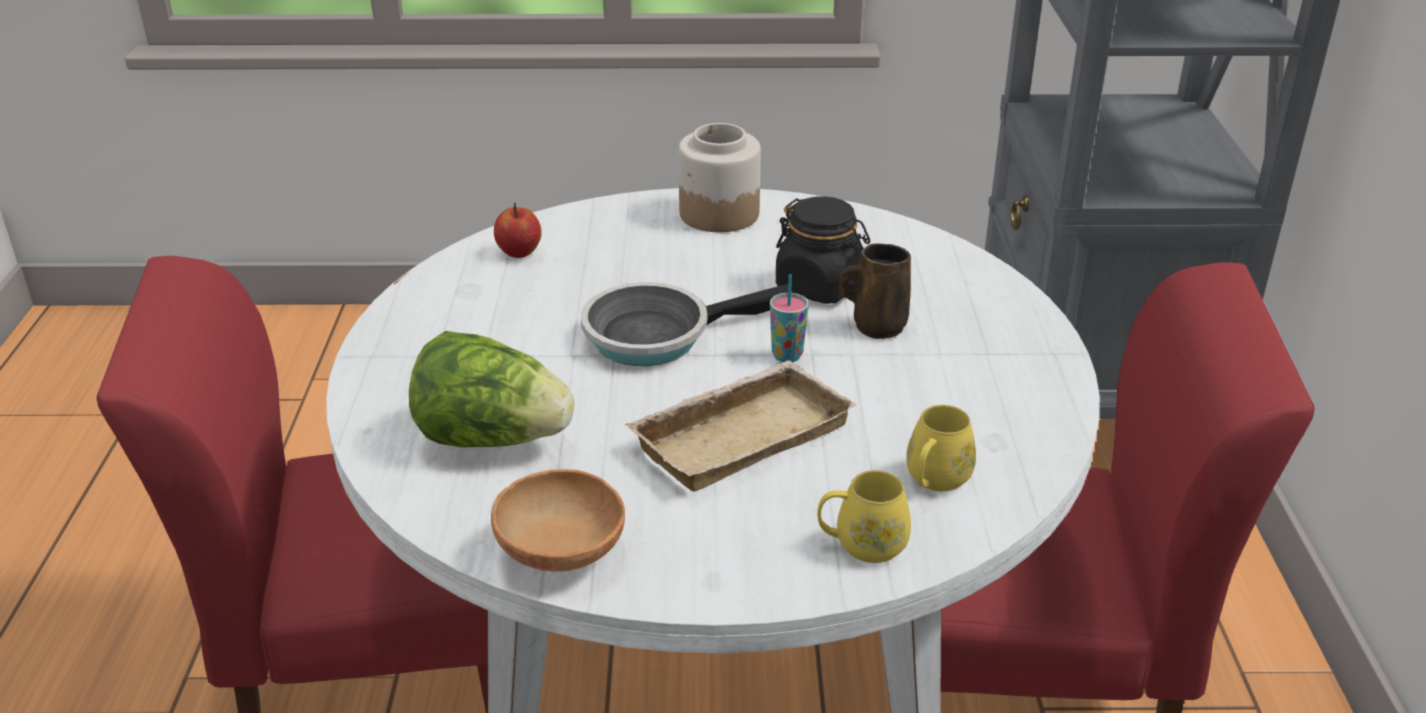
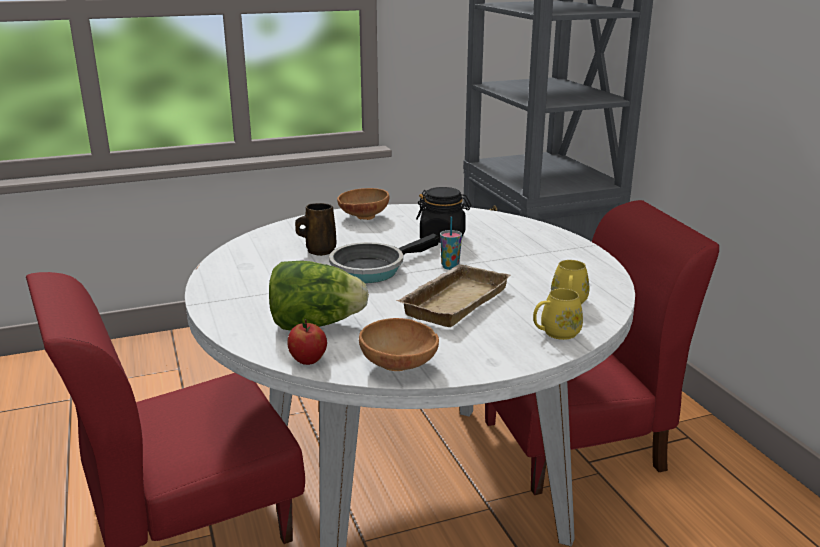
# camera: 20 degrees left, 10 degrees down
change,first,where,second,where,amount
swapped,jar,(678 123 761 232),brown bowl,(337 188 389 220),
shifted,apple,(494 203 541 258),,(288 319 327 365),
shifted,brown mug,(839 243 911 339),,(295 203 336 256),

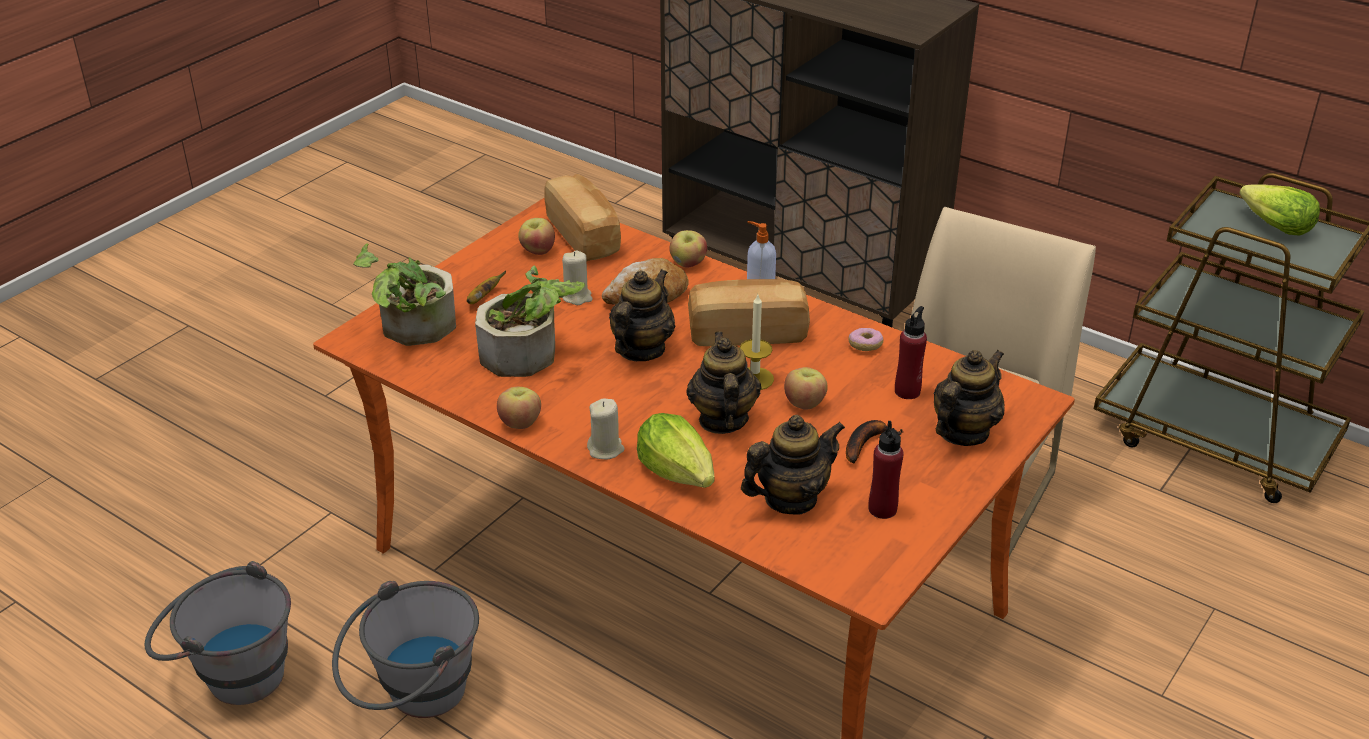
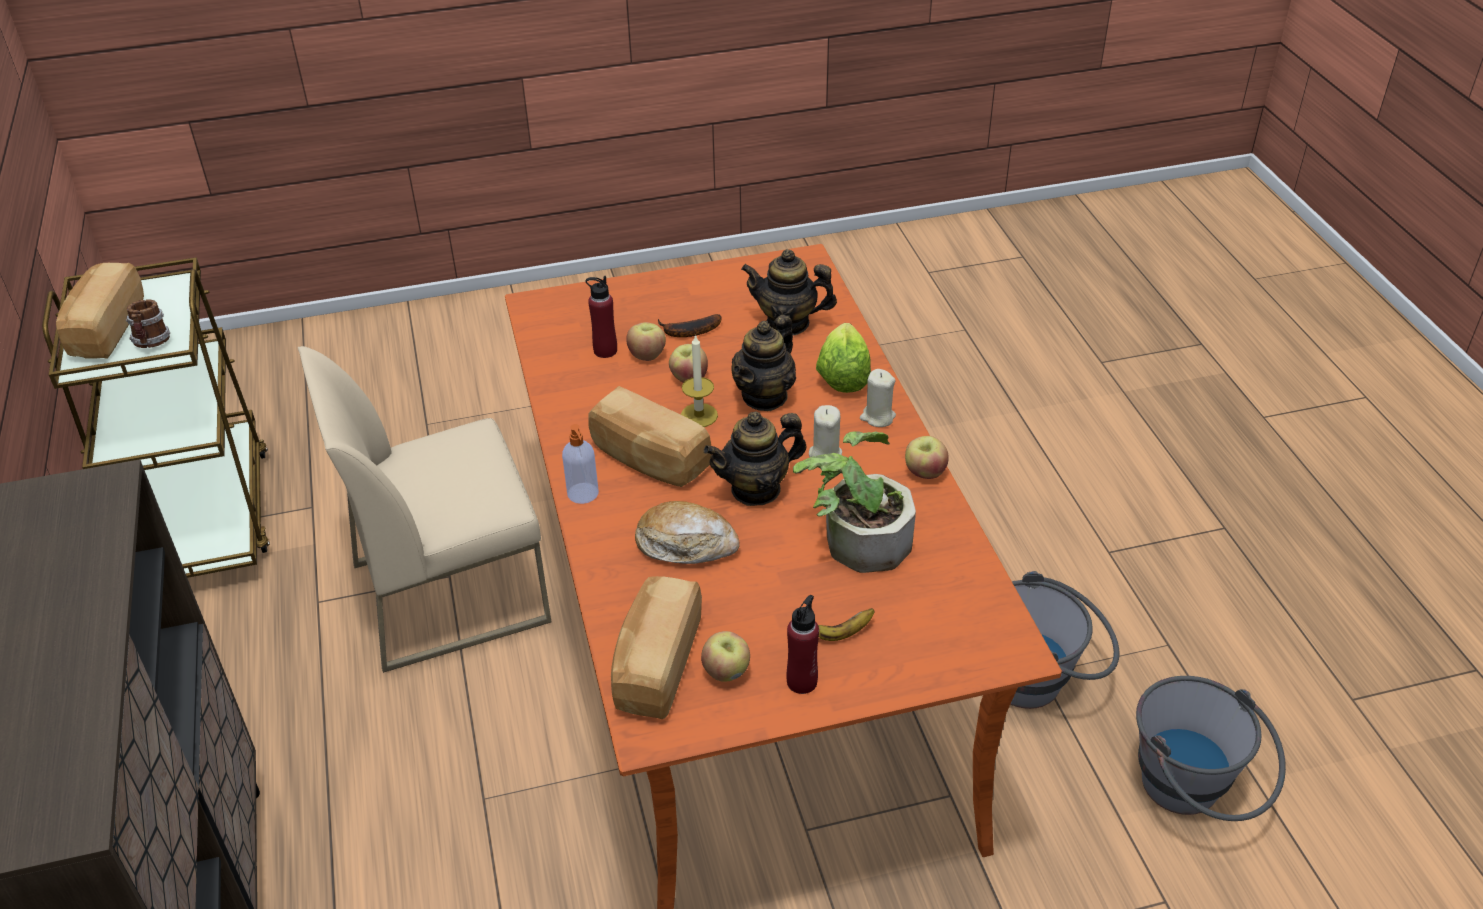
# camera: 140 degrees left, 5 degrees up
change,first,where,second,where,amount
swapped,lettuce,(1239 185 1320 236),bread,(56 263 144 359),
shifted,apple,(669 230 707 268),,(626 322 666 361),
gone,potted plant,(353 244 456 346),,,
shifted,beige candle,(562 251 593 305),,(809 405 842 457),
gone,donut,(848 328 884 351),,,
gone,teapot,(934 350 1005 446),,,
shifted,red bottle,(869 421 904 519),,(786 595 819 694),
new,,,mug,(126 299 170 348),

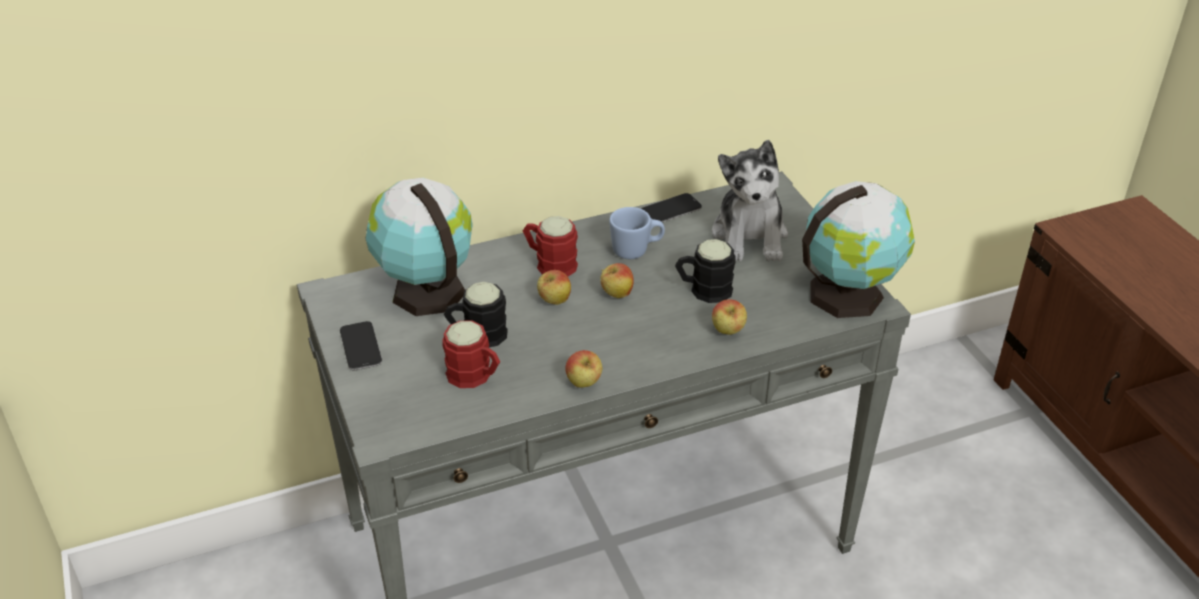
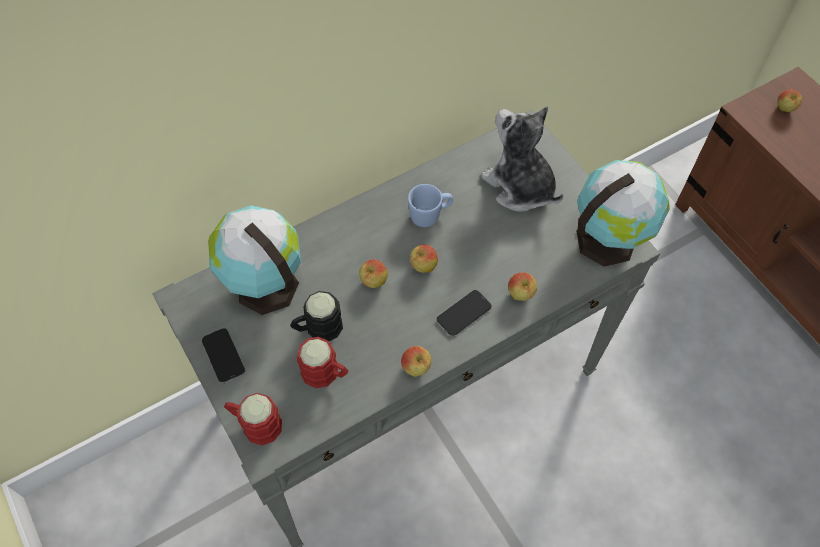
# camera: 10 degrees left, 20 degrees up
change,first,where,second,where,amount
rotated,plush toy,(712 140 788 261),,(481 107 563 212),150 degrees clockwise
shifted,phone,(641 193 702 223),,(436 290 492 336),
shifted,red mug,(523 216 578 277),,(224 393 282 445),
gone,black mug,(675 239 736 303),,,
new,,,apple,(778 89 802 112),

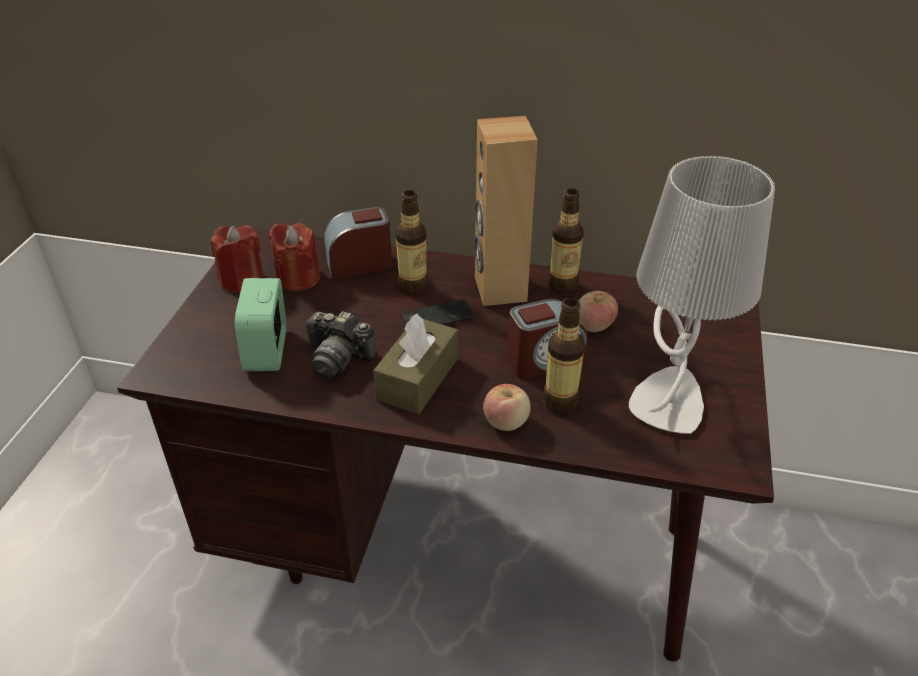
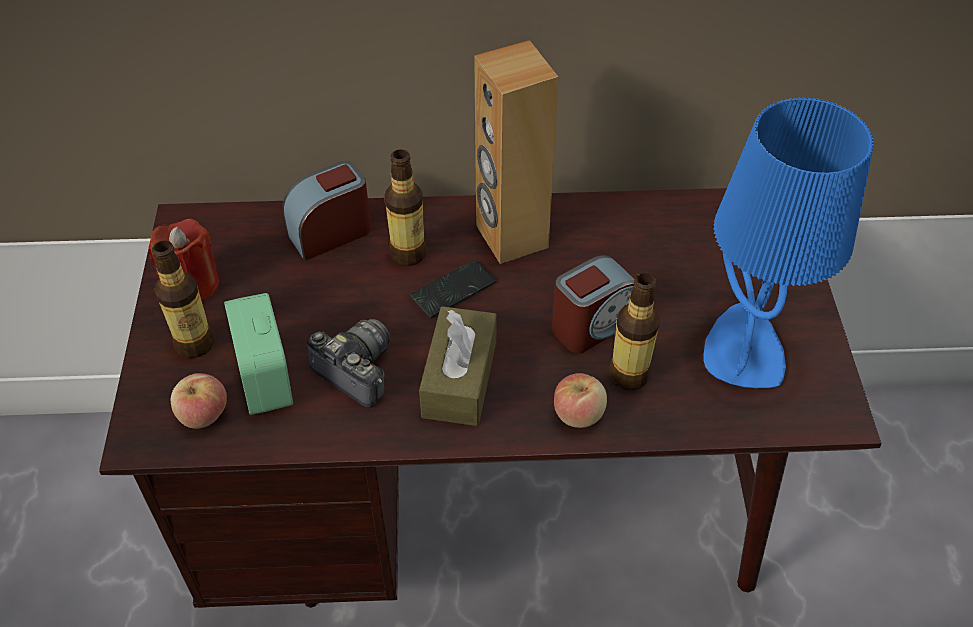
# camera: 15 degrees left, 10 degrees up
change,first,where,second,where,amount
repainted,grey table lamp,(629 156 775 434),blue table lamp,(703 97 874 388),
shifted,bottle,(548 189 584 294),,(152 241 214 358),
gone,red candle,(269 223 320 291),,,
shifted,apple,(579 291 618 332),,(171 373 227 429),
rotated,photo camera,(306 311 377 379),,(307 319 390 408),150 degrees counterclockwise

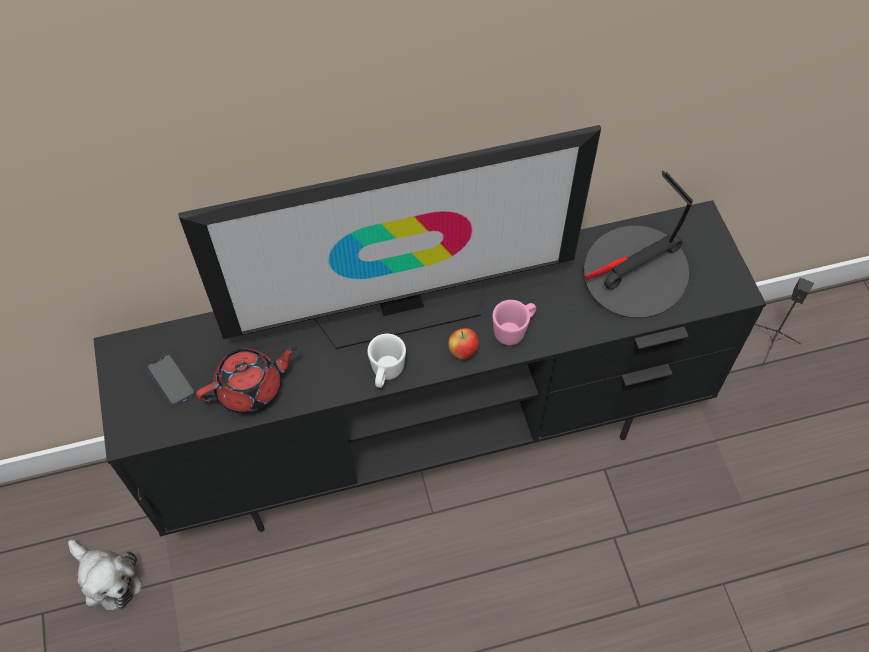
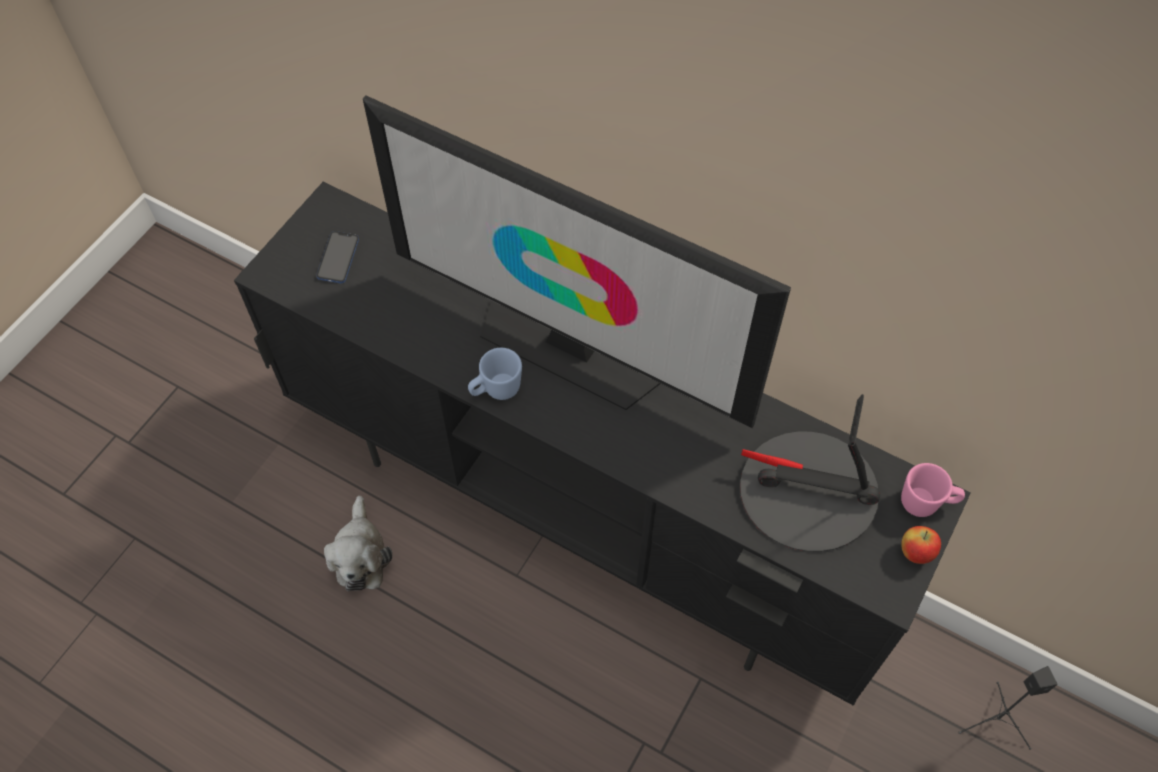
# camera: 45 degrees right, 0 degrees up
change,first,where,second,where,amount
shifted,pink mug,(492 300 536 345),,(901 463 965 517),
shifted,apple,(448 328 479 360),,(901 526 941 564),
repainted,white mug,(367 334 406 388),blue mug,(468 348 522 400),
gone,red teapot,(196 346 298 414),,,
shifted,plush toy,(68 539 143 611),,(324 496 392 591),

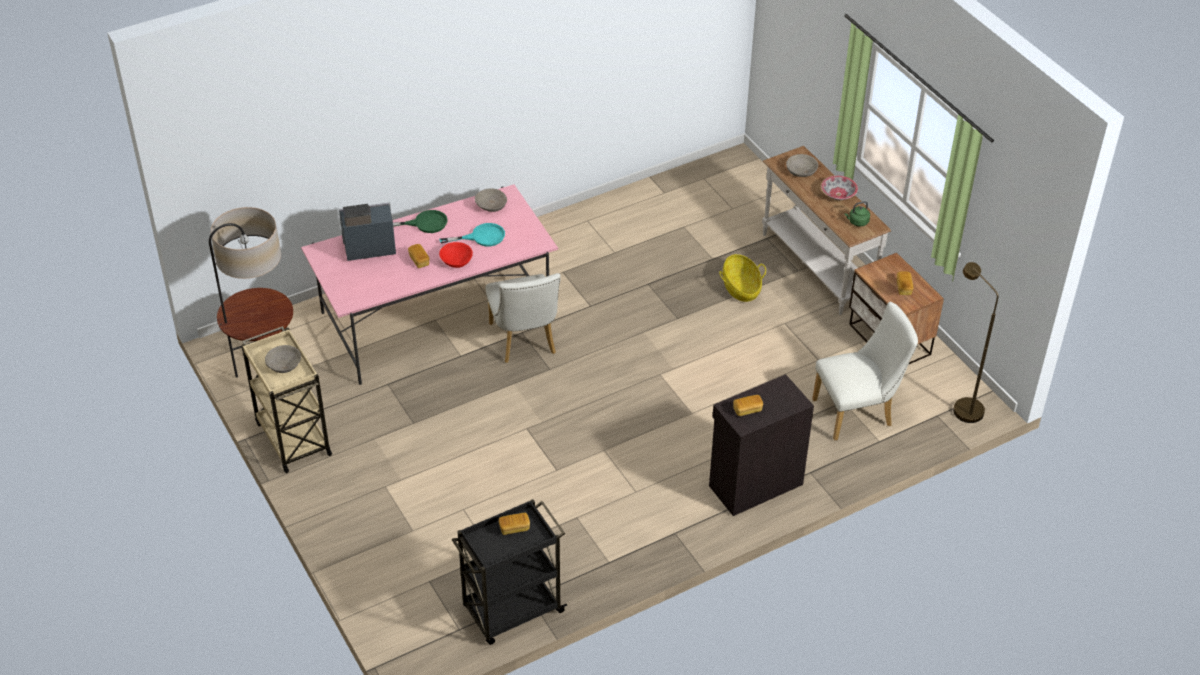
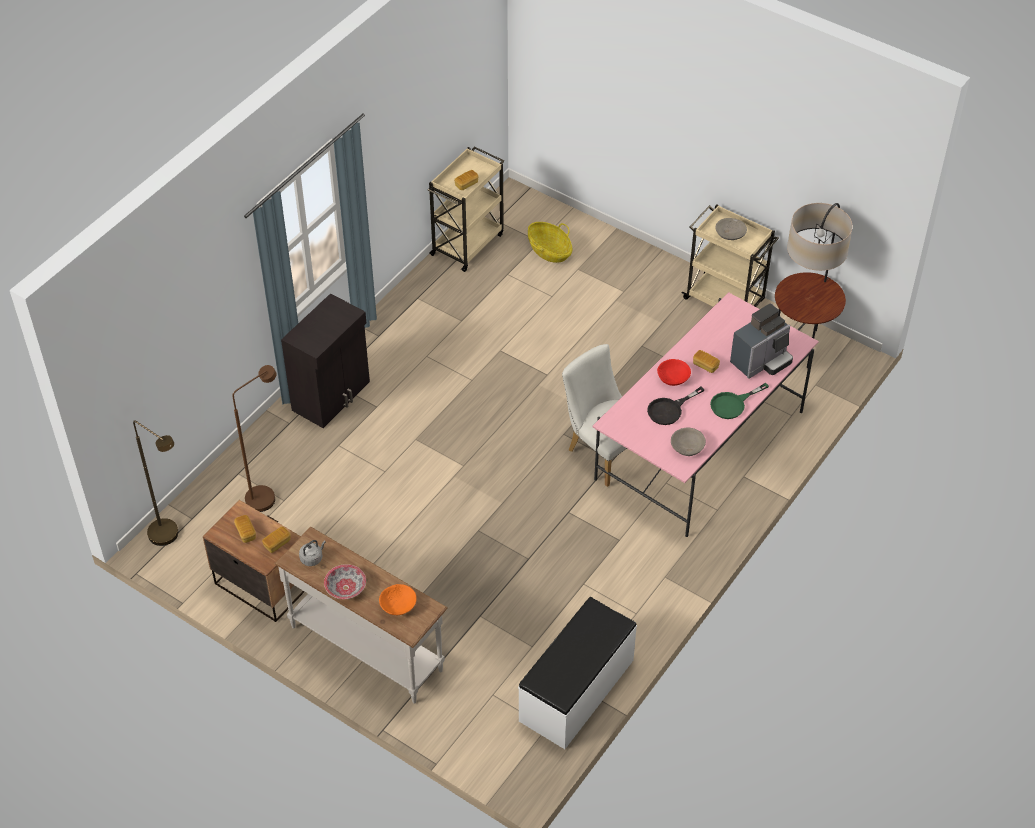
# camera: 155 degrees right, 5 degrees up
change,first,where,second,where,amount
repainted,grey bowl,(786 154 818 177),orange bowl,(379 584 417 615),
repainted,green kettle,(845 201 870 226),grey kettle,(299 540 326 566),
repainted,turquoise frying pan,(440 223 505 247),black frying pan,(647 387 704 425),
shifted,basket,(719 254 766 302),,(528 222 572 263),
swapped,white chair,(812 302 918 441),brown floor lamp,(232 365 277 512),
shifted,bread,(733 395 763 416),,(262 526 291 553),
repainted,black cart,(452 499 567 645),beige cart,(428 146 504 272),
new,,,white bench,(518 597 637 749),

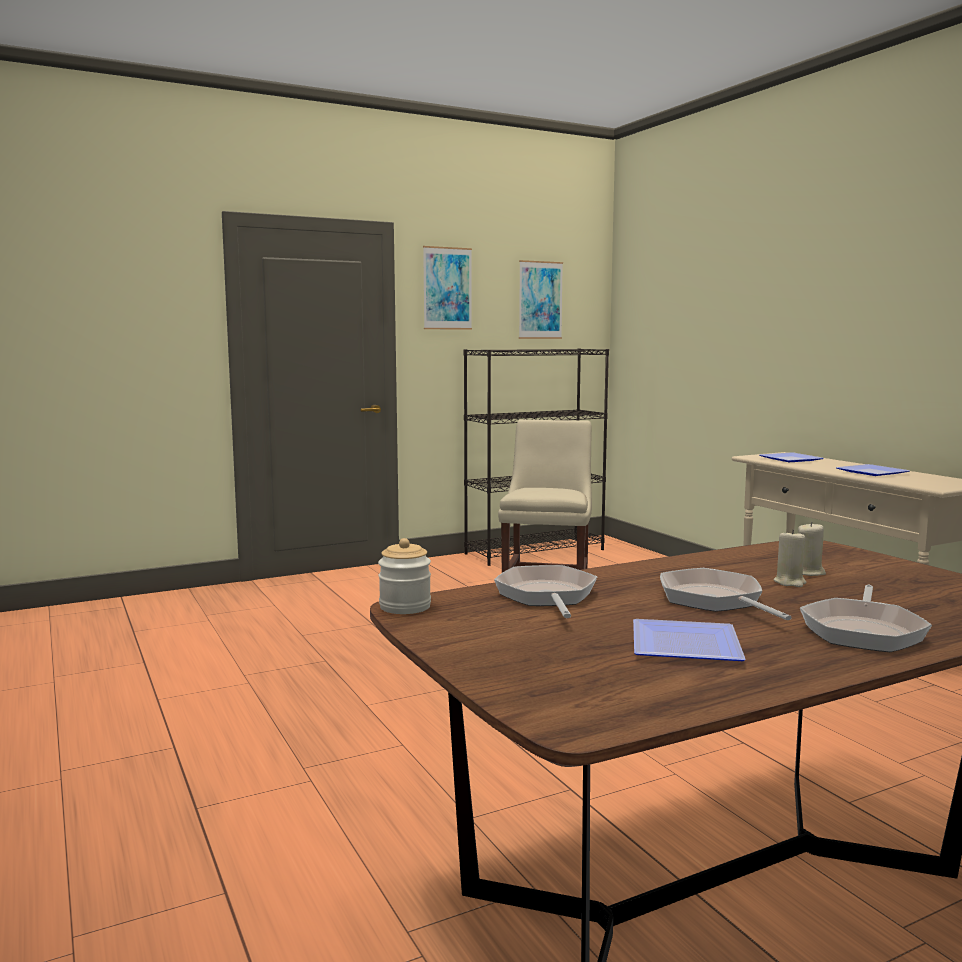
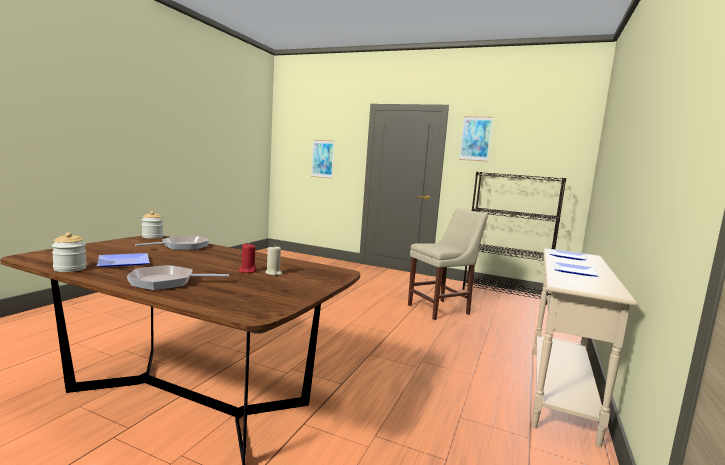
# camera: 50 degrees right, 0 degrees up
change,first,where,second,where,amount
shifted,picture,(519 260 563 339),,(311 140 335 179),
repainted,beige candle,(774 529 807 587),red candle,(239 244 257 273),
gone,frying pan,(660 568 792 620),,,
new,,,jar,(52 232 87 272),

